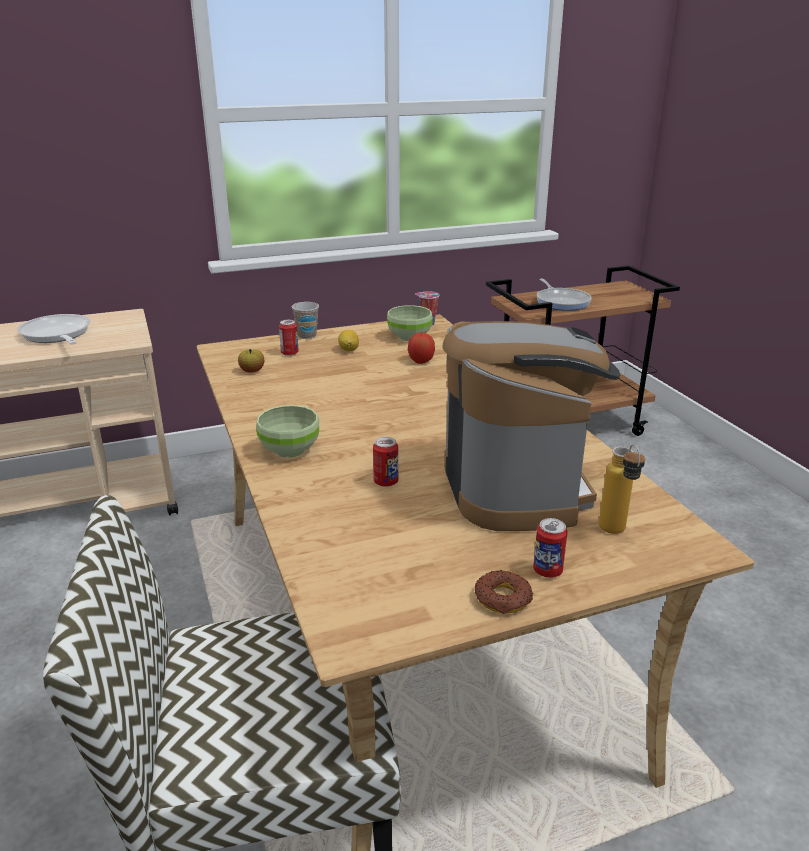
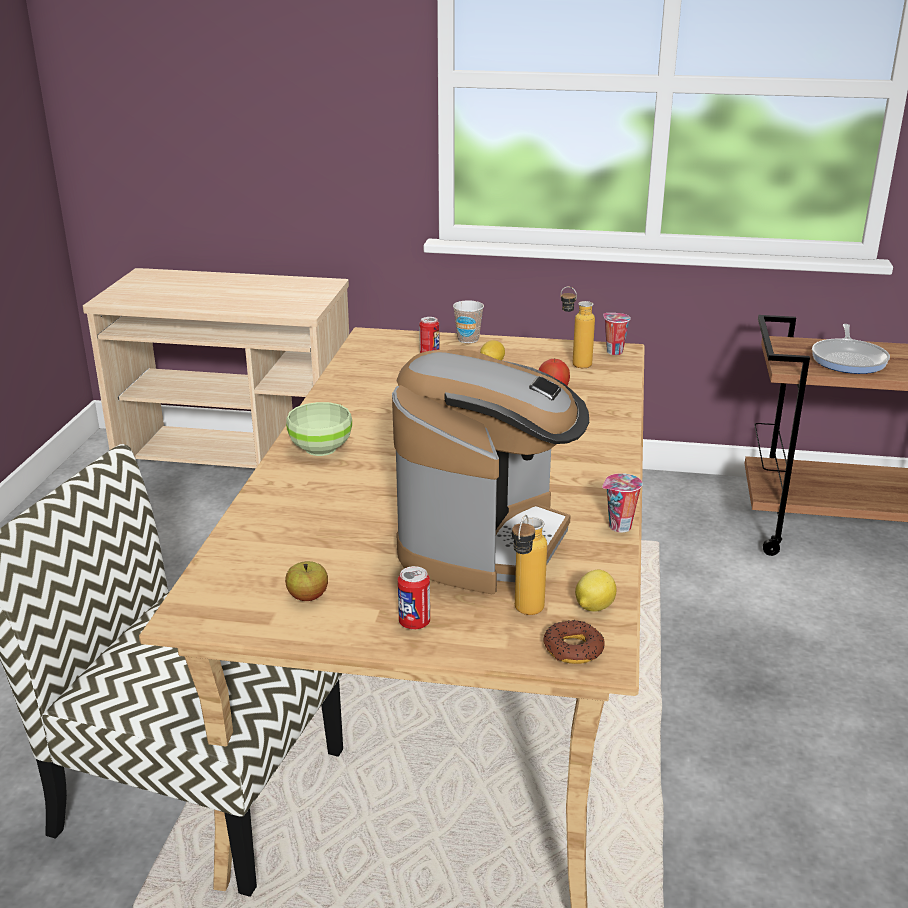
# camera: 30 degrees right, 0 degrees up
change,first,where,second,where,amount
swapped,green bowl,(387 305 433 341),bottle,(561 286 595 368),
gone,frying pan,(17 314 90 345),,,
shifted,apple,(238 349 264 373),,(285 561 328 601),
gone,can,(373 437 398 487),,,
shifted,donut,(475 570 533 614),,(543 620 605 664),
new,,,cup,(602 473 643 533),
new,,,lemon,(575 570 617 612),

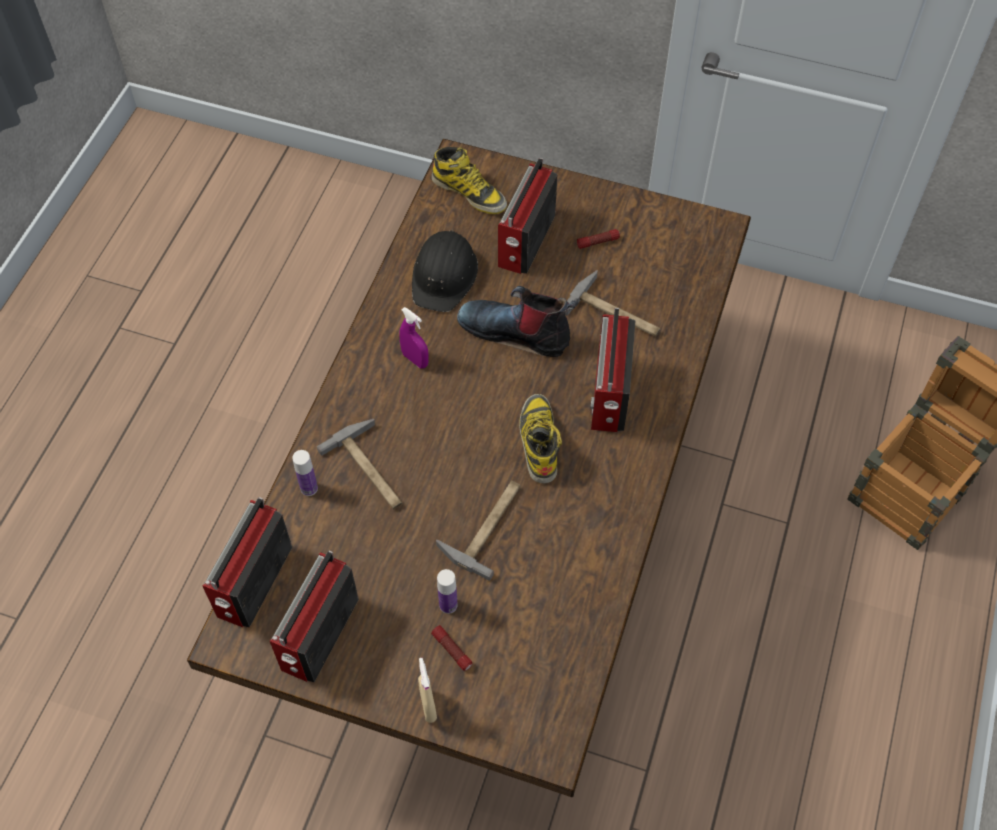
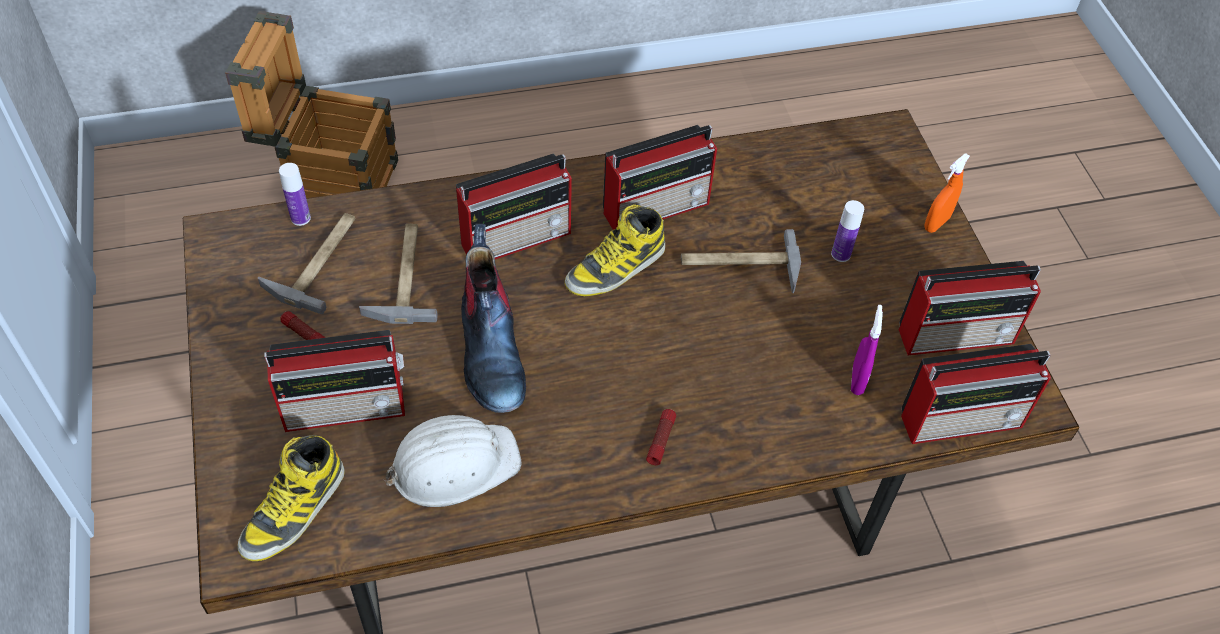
# camera: 125 degrees left, 5 degrees down
change,first,where,second,where,amount
rotated,boot,(432 147 507 214),,(237 435 345 561),150 degrees counterclockwise
repainted,black hard hat,(412 229 478 312),white hard hat,(384 415 522 507),
shifted,purple spray bottle,(399 307 429 368),,(851 305 883 395),
shifted,hammer,(317 419 402 509),,(258 213 355 314),
shifted,bottle,(292 450 318 496),,(279 163 311 226),
shifted,flashlight,(431 625 472 671),,(646 409 676 465),
repainted,beige spray bottle,(418 658 437 723),orange spray bottle,(924 153 970 233),
new,,,radio,(603 125 717 230),

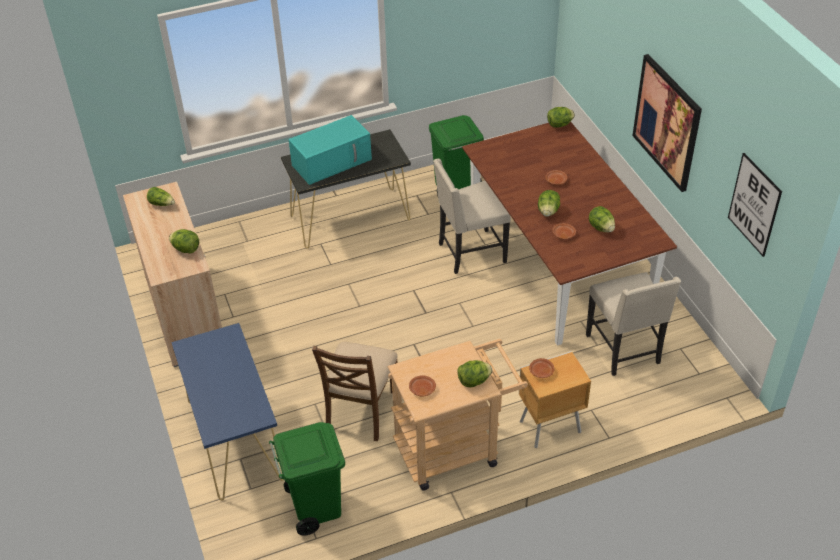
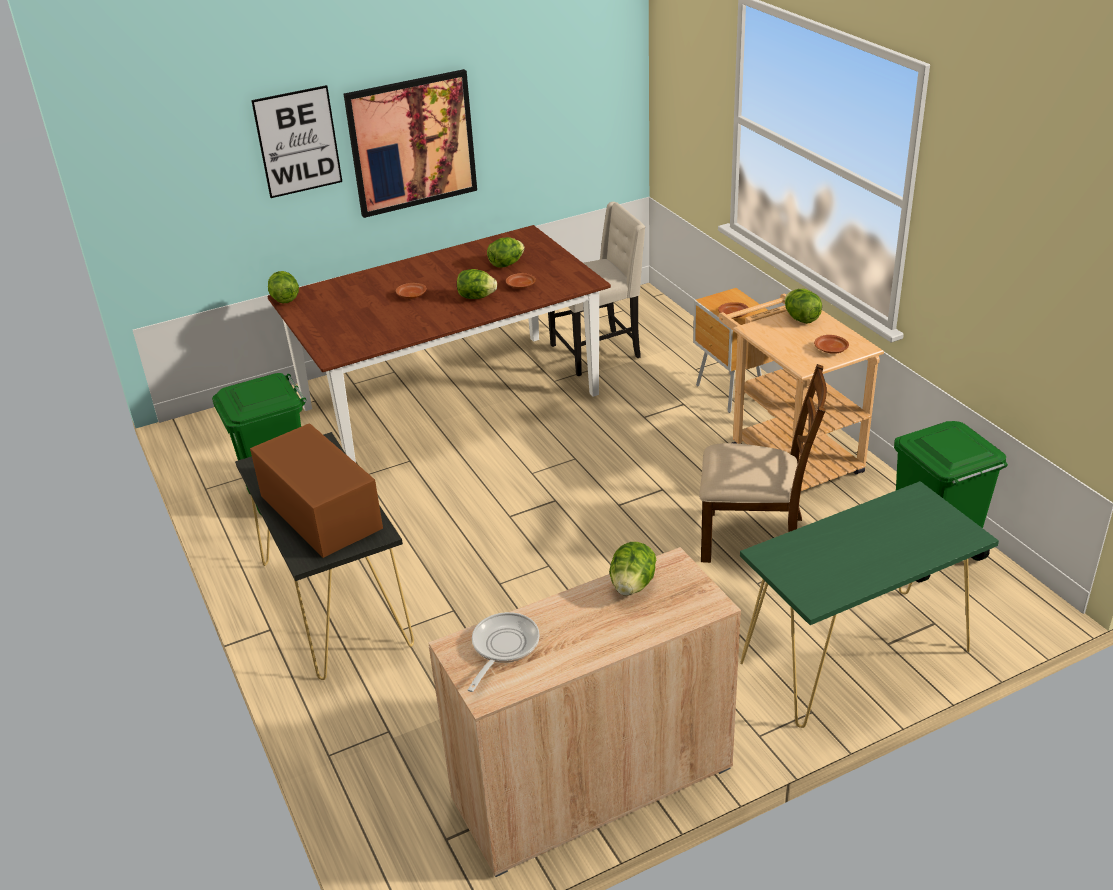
# camera: 95 degrees left, 10 degrees down
change,first,where,second,where,amount
repainted,turquoise microwave,(288 115 372 185),brown microwave,(250 423 383 558),
shifted,picture,(728 153 782 257),,(251 85 342 198),
gone,beige chair,(433 159 511 274),,,
swapped,lettuce,(147 187 175 206),frying pan,(468 612 540 692),
repainted,blue console table,(171 323 284 501),green console table,(740 481 999 728),

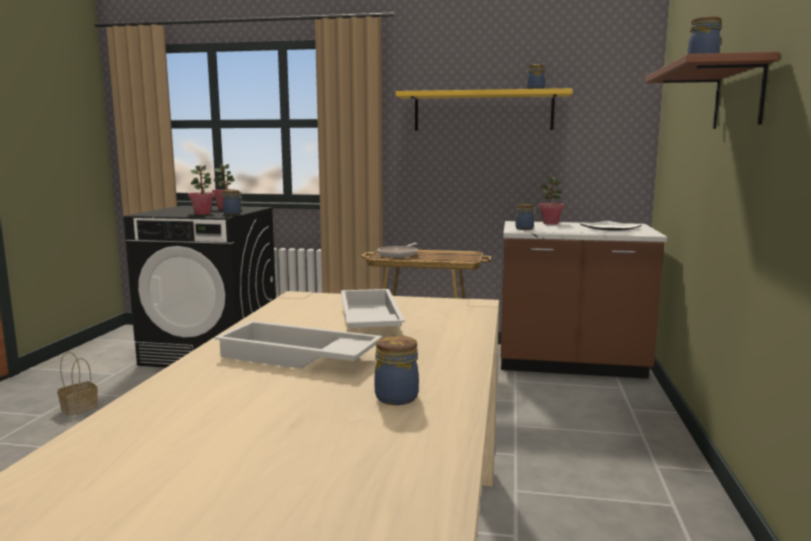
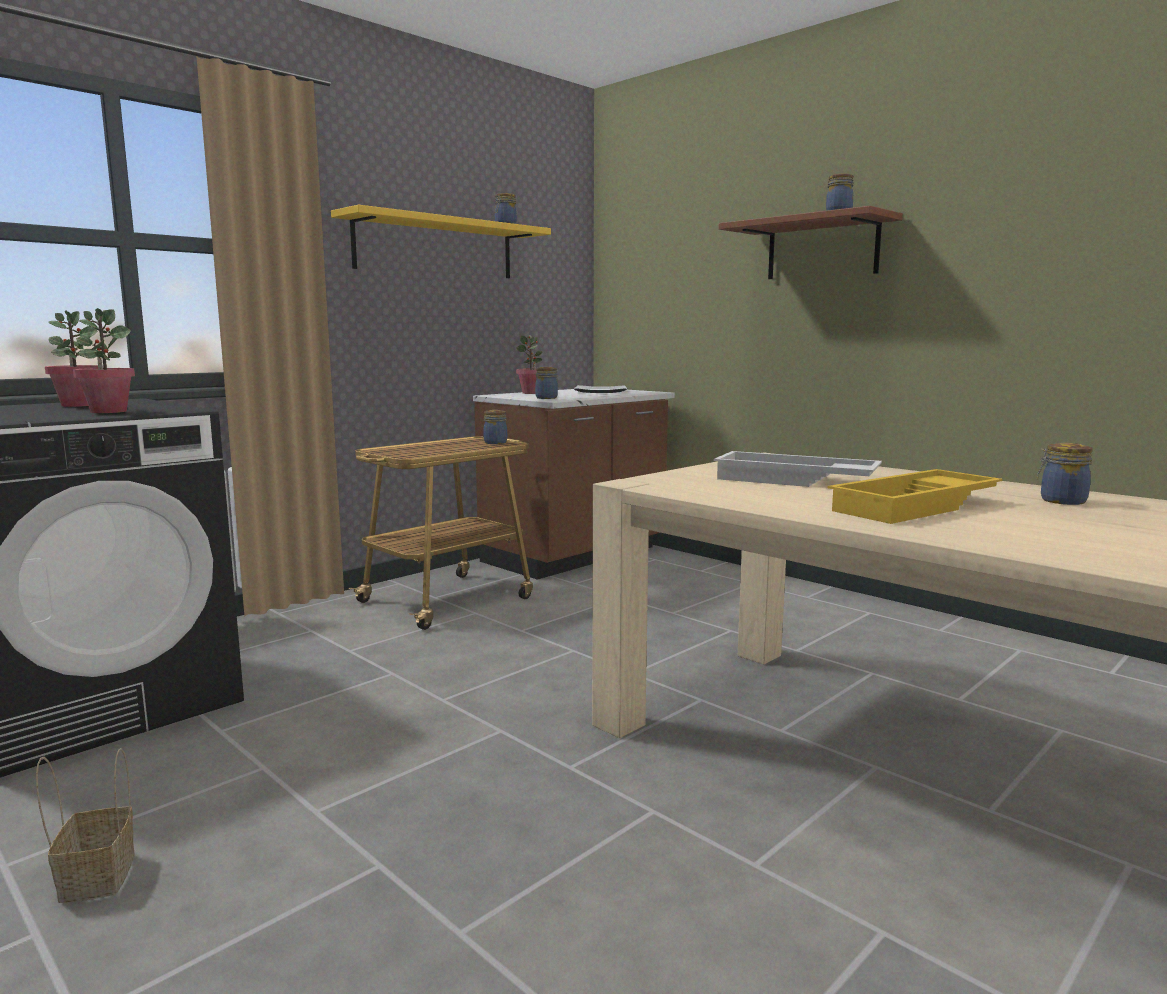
# camera: 55 degrees left, 0 degrees up
change,first,where,second,where,amount
shifted,jar,(223 189 243 215),,(483 410 507 444),
gone,frying pan,(378 243 418 258),,,
repainted,white tray,(215 321 383 369),yellow tray,(828 469 1003 524),

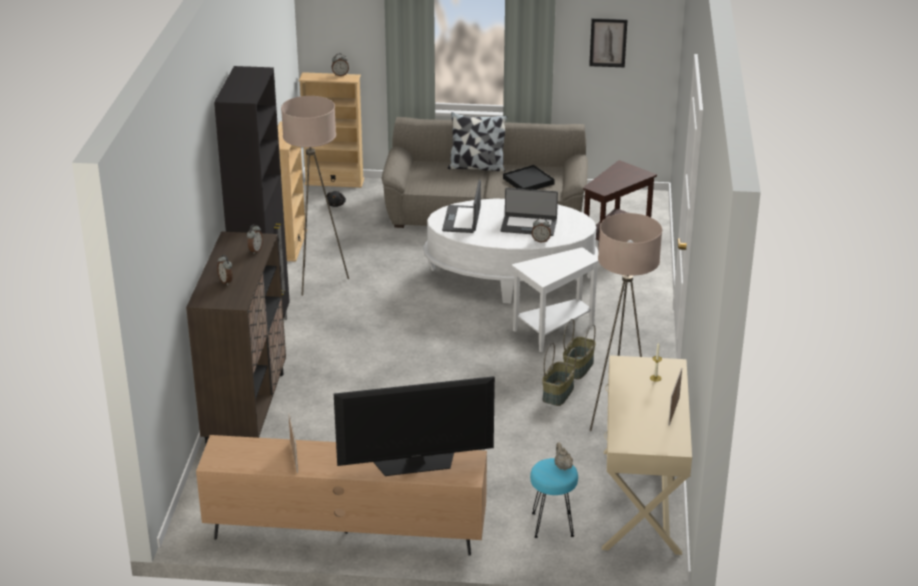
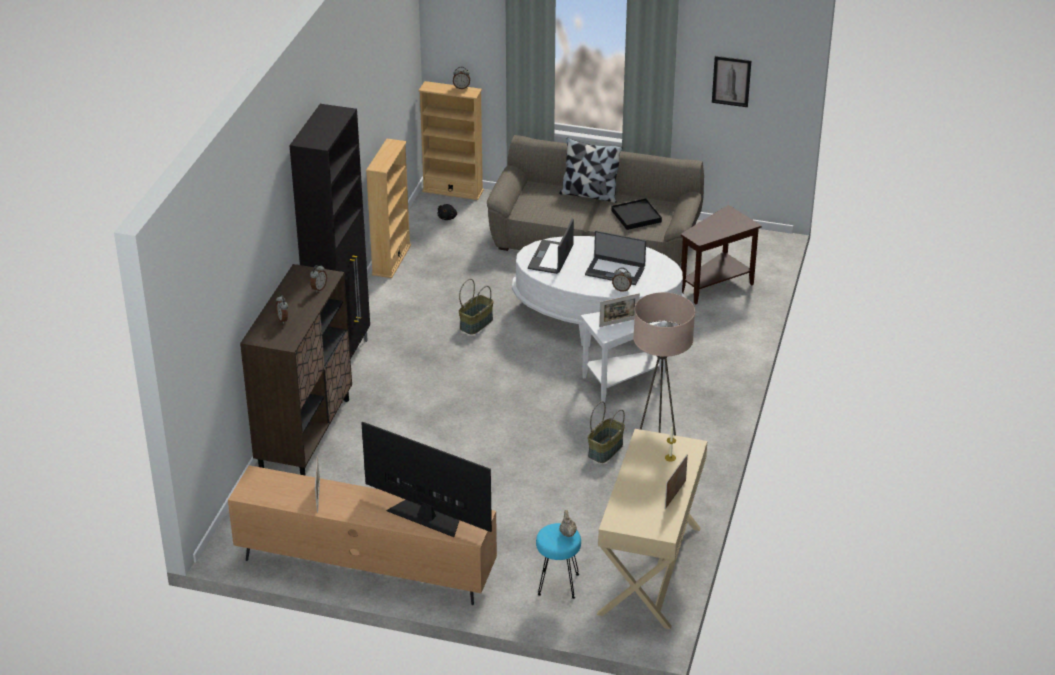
# camera: 10 degrees right, 5 degrees up
change,first,where,second,where,amount
gone,beige floor lamp,(281 96 349 296),,,
shifted,basket,(563 319 596 379),,(459 279 494 335),
rotated,television,(334 376 495 476),,(361 421 492 537),150 degrees counterclockwise
new,,,picture frame,(599 293 640 327),

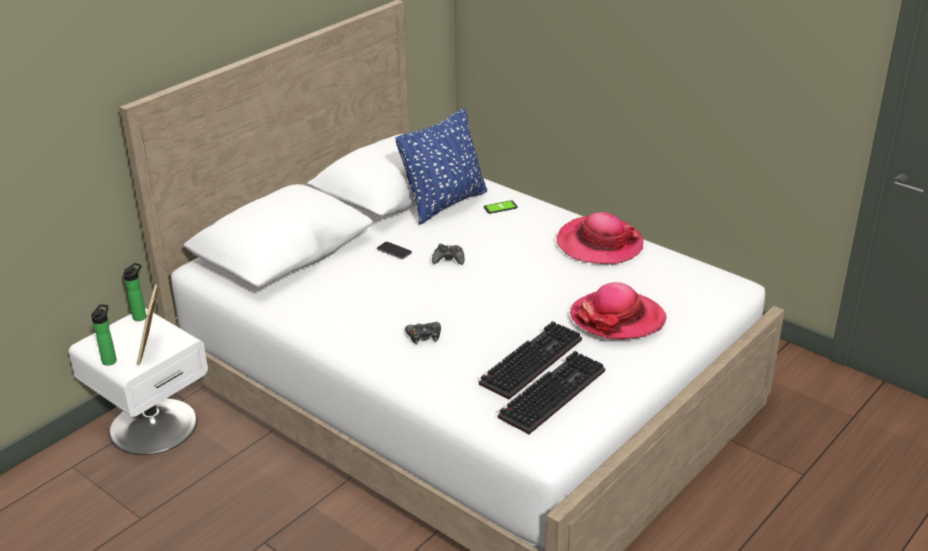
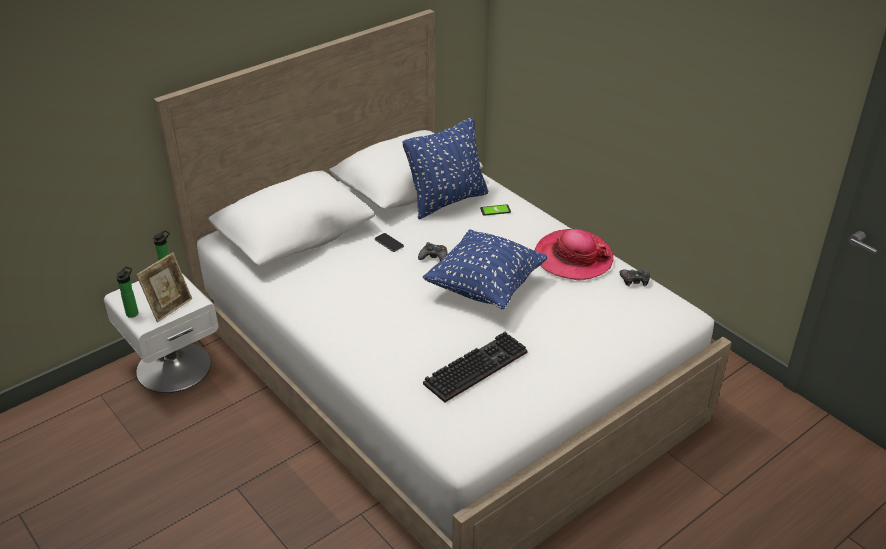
# camera: 10 degrees right, 5 degrees up
change,first,where,second,where,amount
gone,hat,(570 282 666 339),,,
rotated,picture frame,(137 284 158 366),,(136 252 192 322),150 degrees counterclockwise
shifted,black game controller,(405 322 441 344),,(619 269 650 287),
gone,keyboard,(498 351 605 434),,,
new,,,blue pillow,(423 229 547 309),

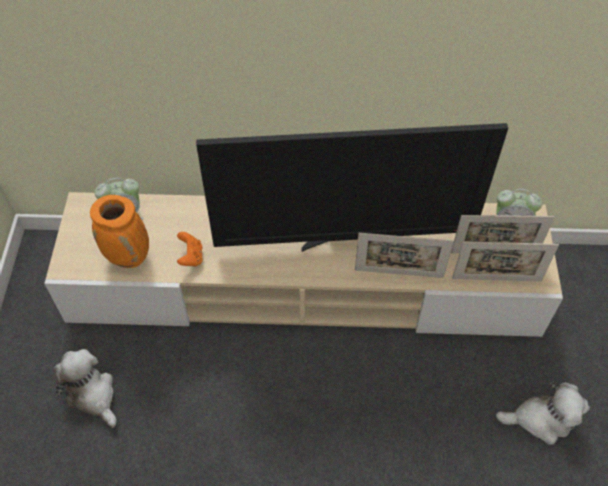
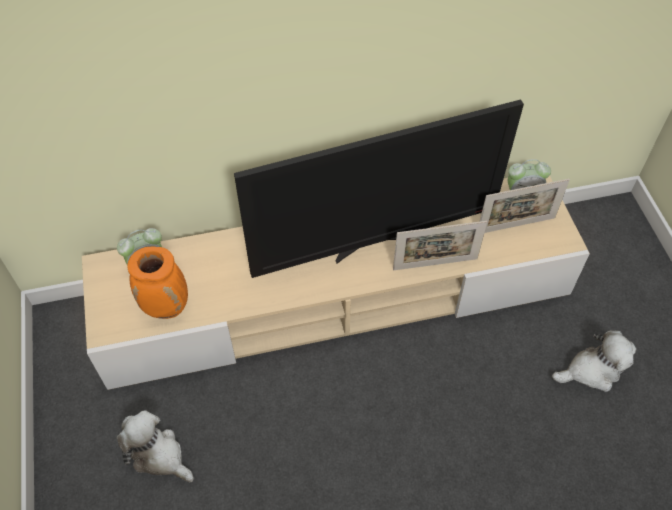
# camera: 15 degrees left, 0 degrees up
change,first,where,second,where,amount
gone,orange game controller,(177 232 203 266),,,
gone,picture frame,(452 241 559 282),,,

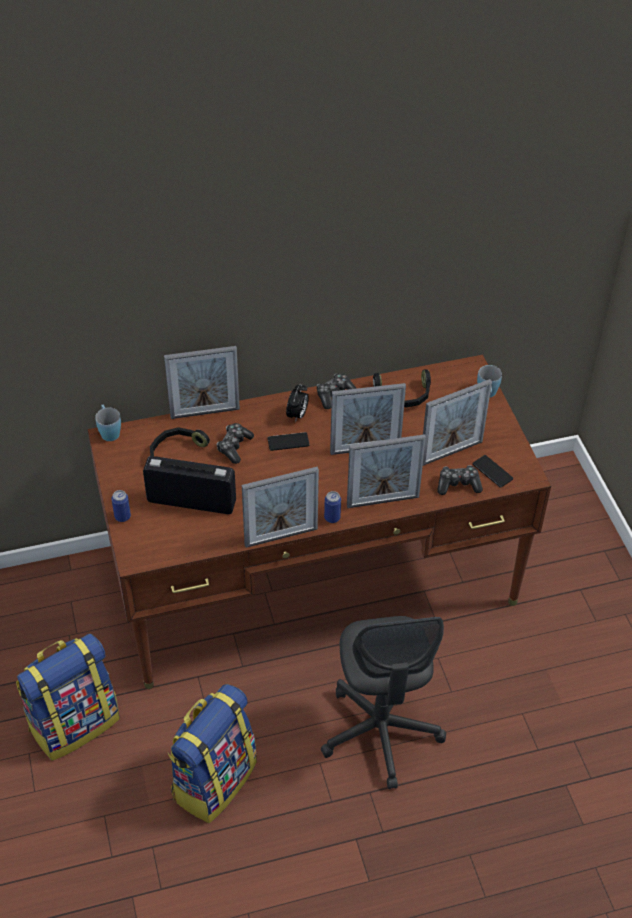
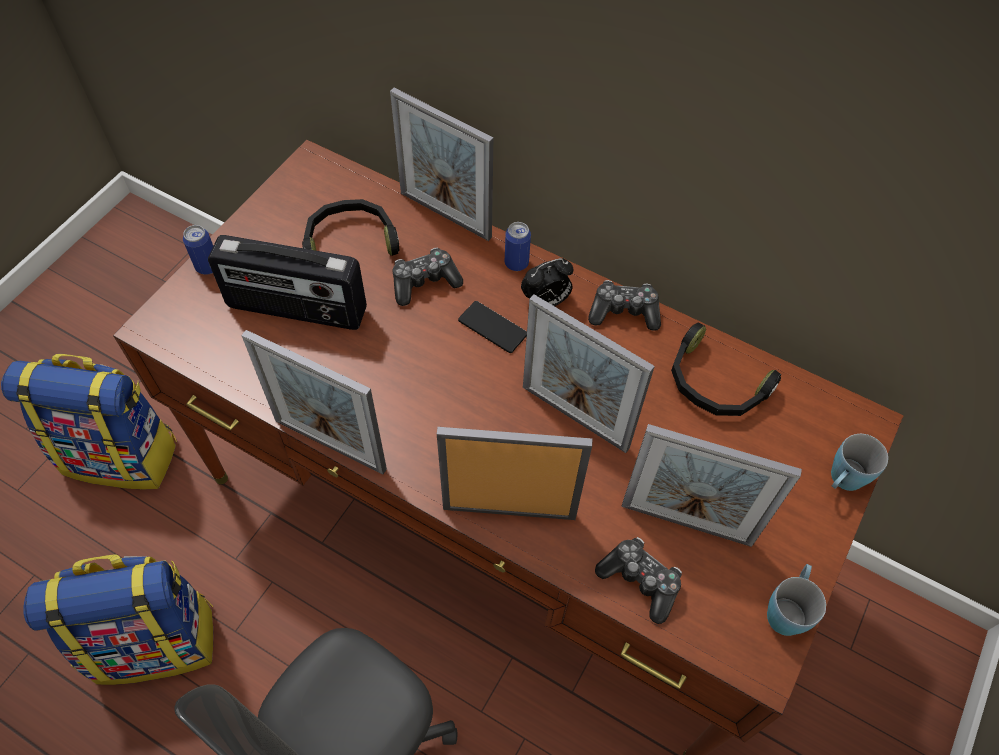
# camera: 45 degrees right, 10 degrees up
change,first,where,second,where,amount
shifted,blue mug,(95 404 121 441),,(767 564 826 636),
rotated,picture frame,(347 434 426 508),,(437 427 592 520),150 degrees clockwise
gone,phone,(472 455 513 488),,,
rotated,radio,(143 456 236 514),,(208 235 367 330),135 degrees clockwise
shifted,can,(324 491 341 523),,(505 222 531 271),

